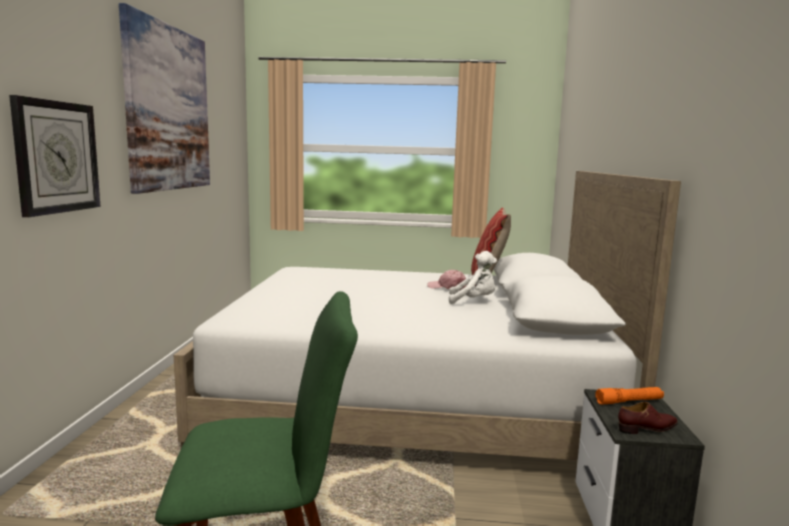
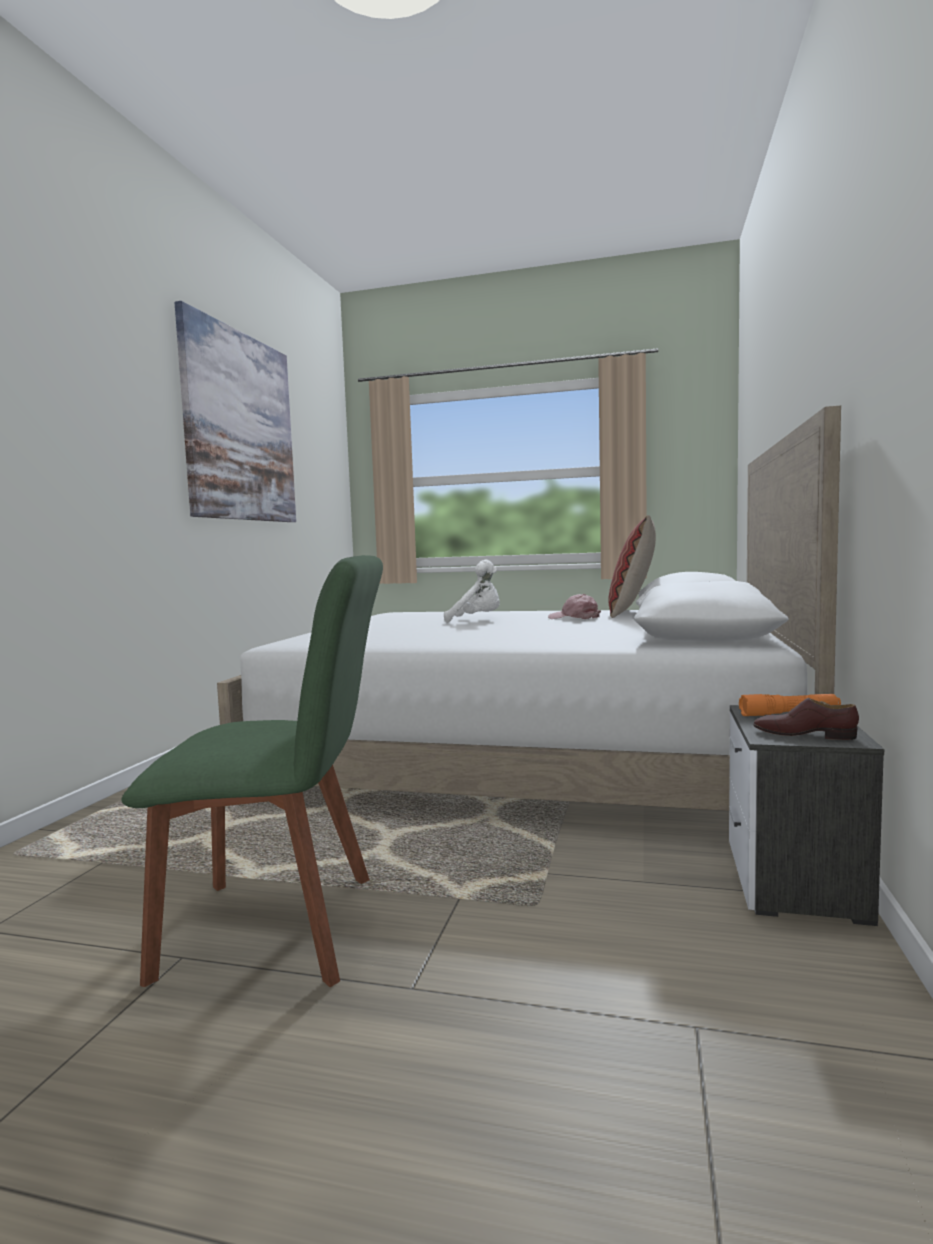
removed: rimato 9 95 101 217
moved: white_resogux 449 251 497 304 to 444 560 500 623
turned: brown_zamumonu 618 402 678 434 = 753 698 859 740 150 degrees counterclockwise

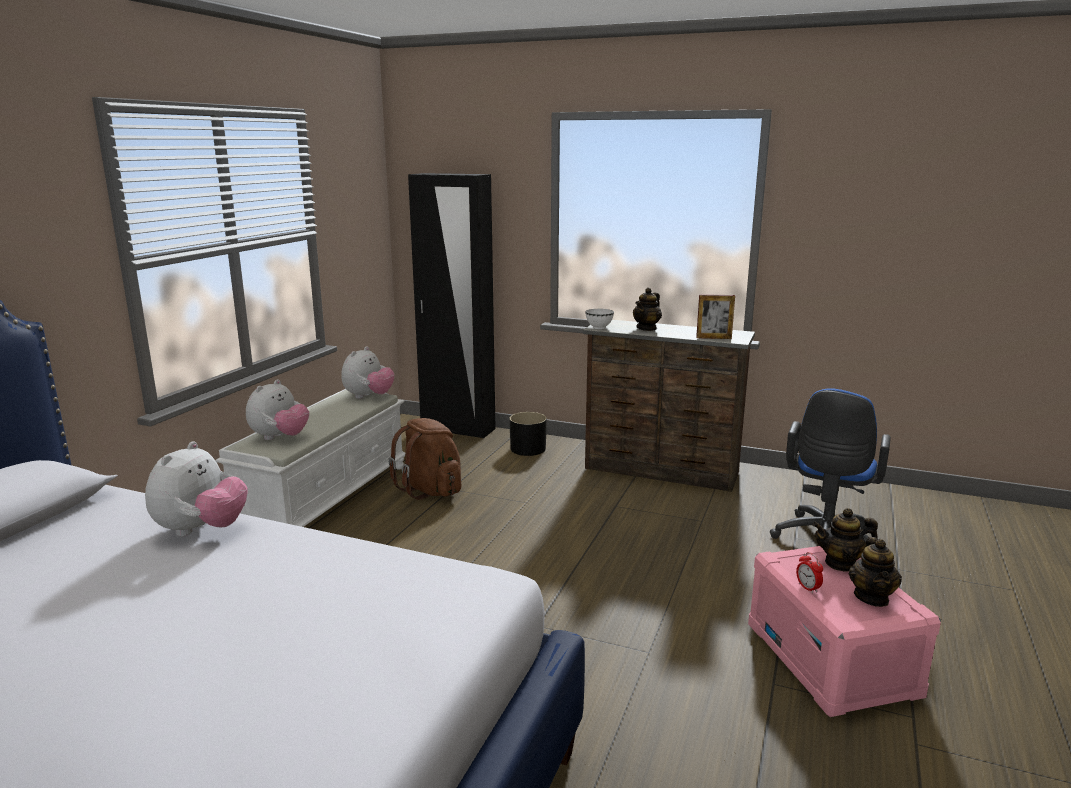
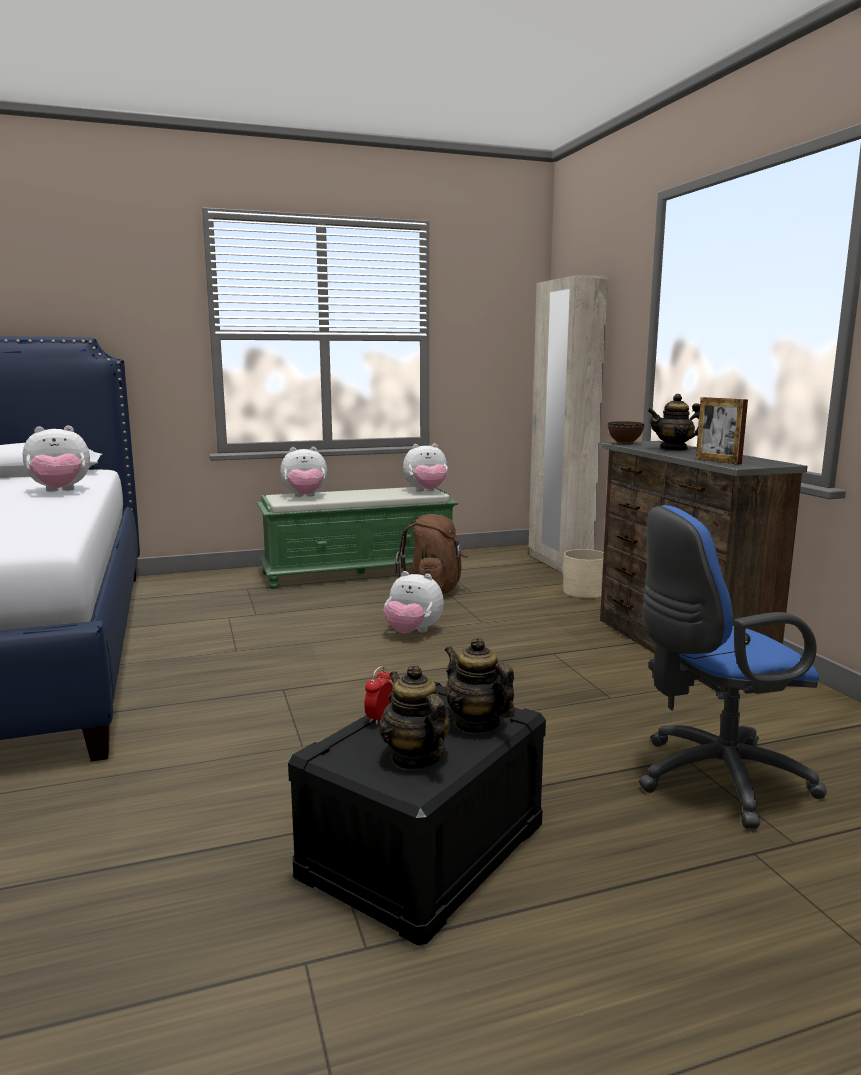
added: resogux 384 571 444 633
recoloured: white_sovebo 215 389 405 527 to green_sovebo 257 487 458 589; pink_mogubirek 748 546 941 717 to black_mogubirek 288 682 546 947; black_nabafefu 408 173 496 438 to beige_nabafefu 529 275 608 573; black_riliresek 510 412 547 456 to beige_riliresek 563 549 604 598; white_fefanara 585 309 614 329 to brown_fefanara 608 421 645 444
turned: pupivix 849 537 902 607 = 379 664 450 770 90 degrees clockwise

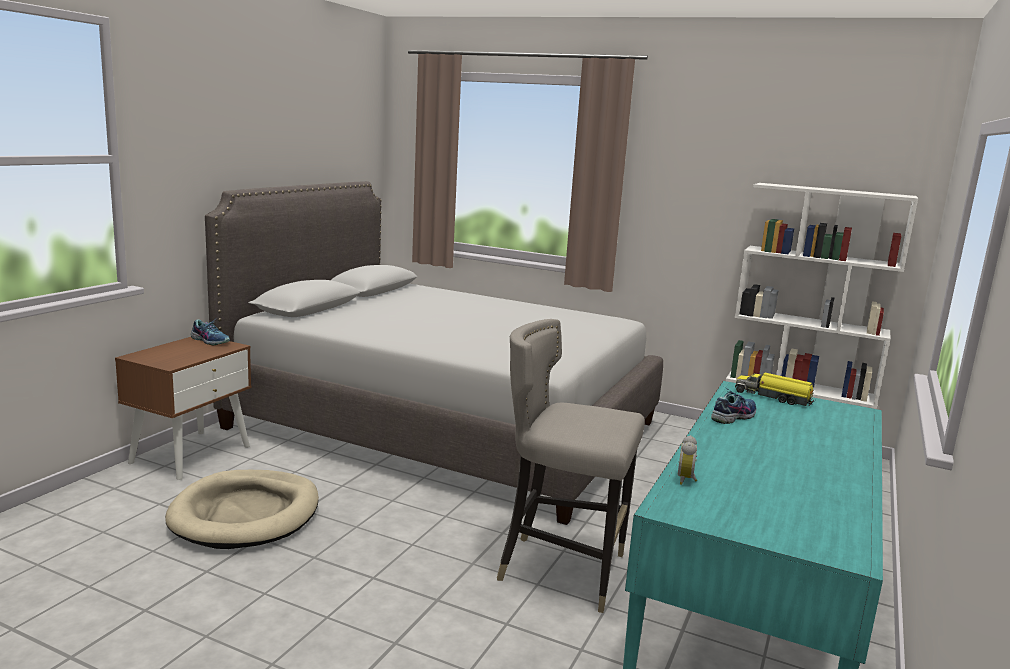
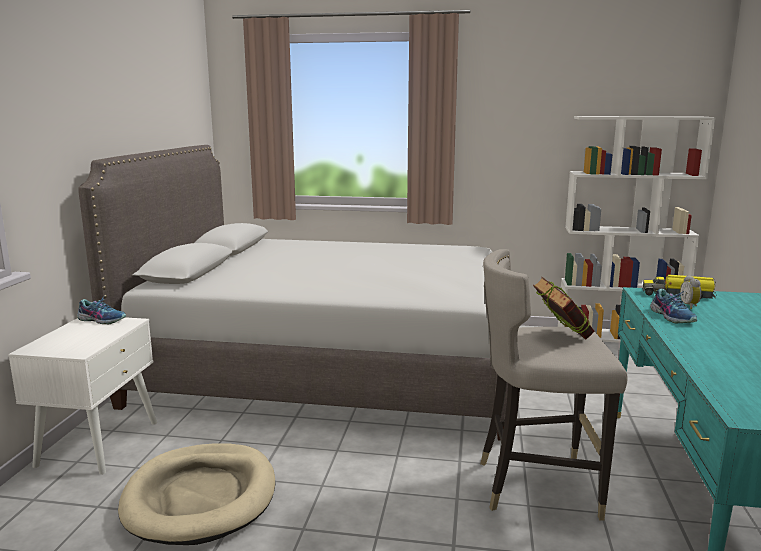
added: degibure 533 277 594 340
moved: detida 678 435 697 485 to 680 275 702 309
recoloured: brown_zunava 115 337 252 480 to white_zunava 8 317 157 475
turned: zamumonu 711 387 757 424 = 650 289 697 323 135 degrees clockwise

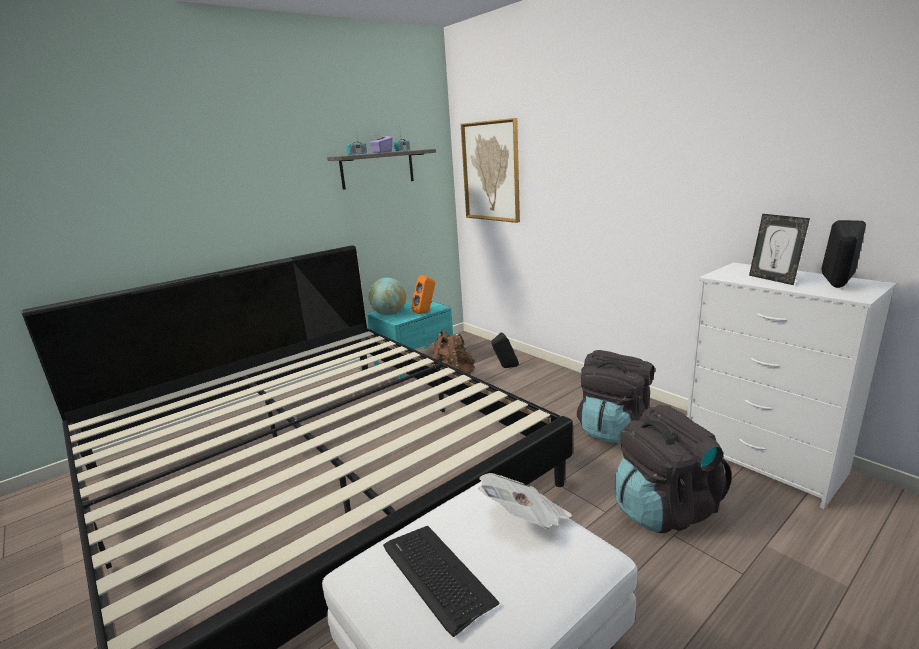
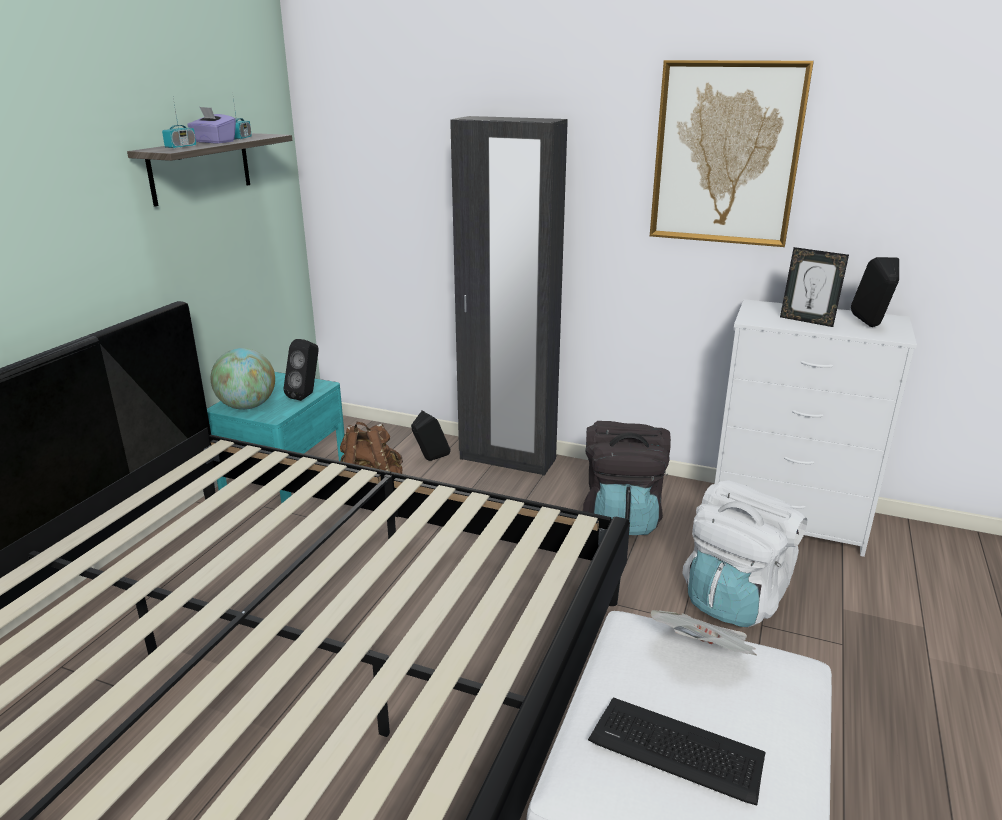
added: black_nabafefu 450 116 568 476
moved: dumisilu 461 118 520 223 to 650 60 814 247
recoloured: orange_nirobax 411 275 435 314 to black_nirobax 283 339 319 401; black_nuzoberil 615 405 732 533 to white_nuzoberil 682 480 807 627

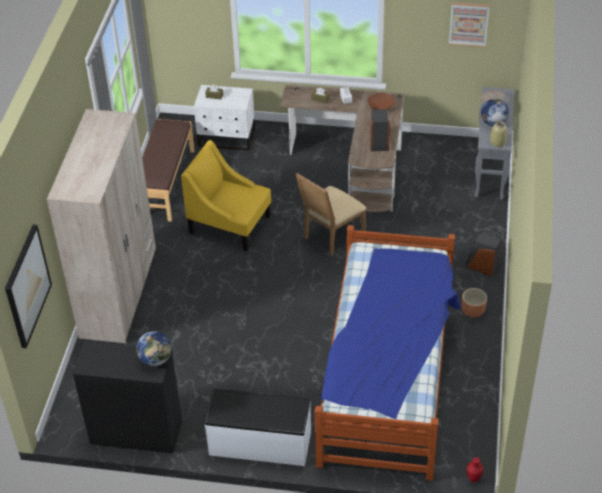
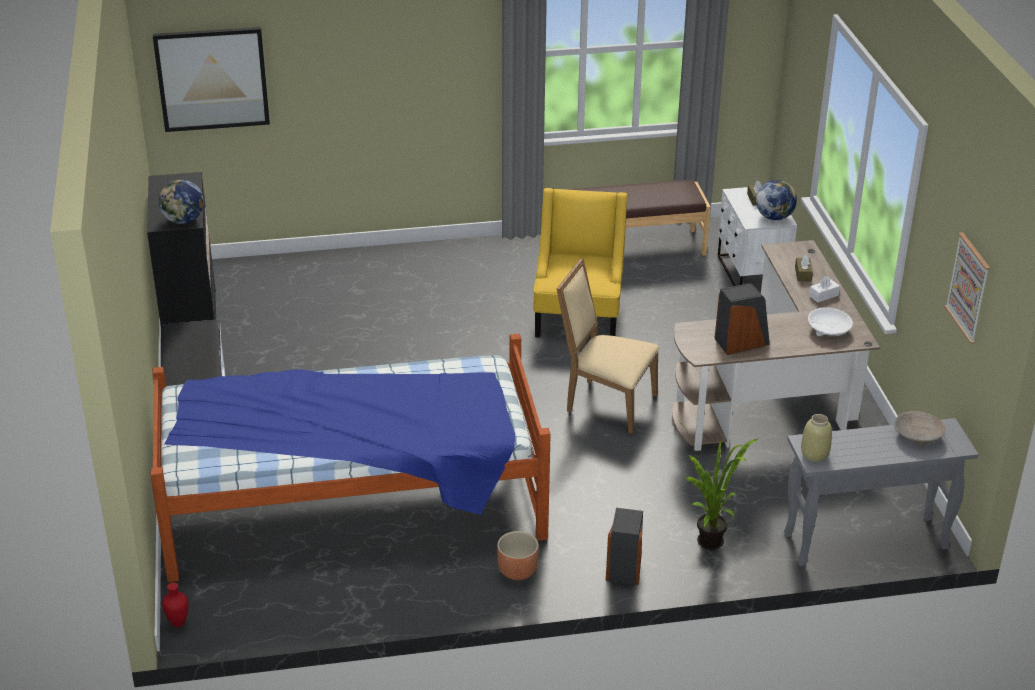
removed: beige_nabafefu 47 109 156 343
added: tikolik 679 422 758 550
moved: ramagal 481 99 509 126 to 756 180 797 220
recoloured: brown_fefanara 367 93 394 110 to white_fefanara 808 307 853 336

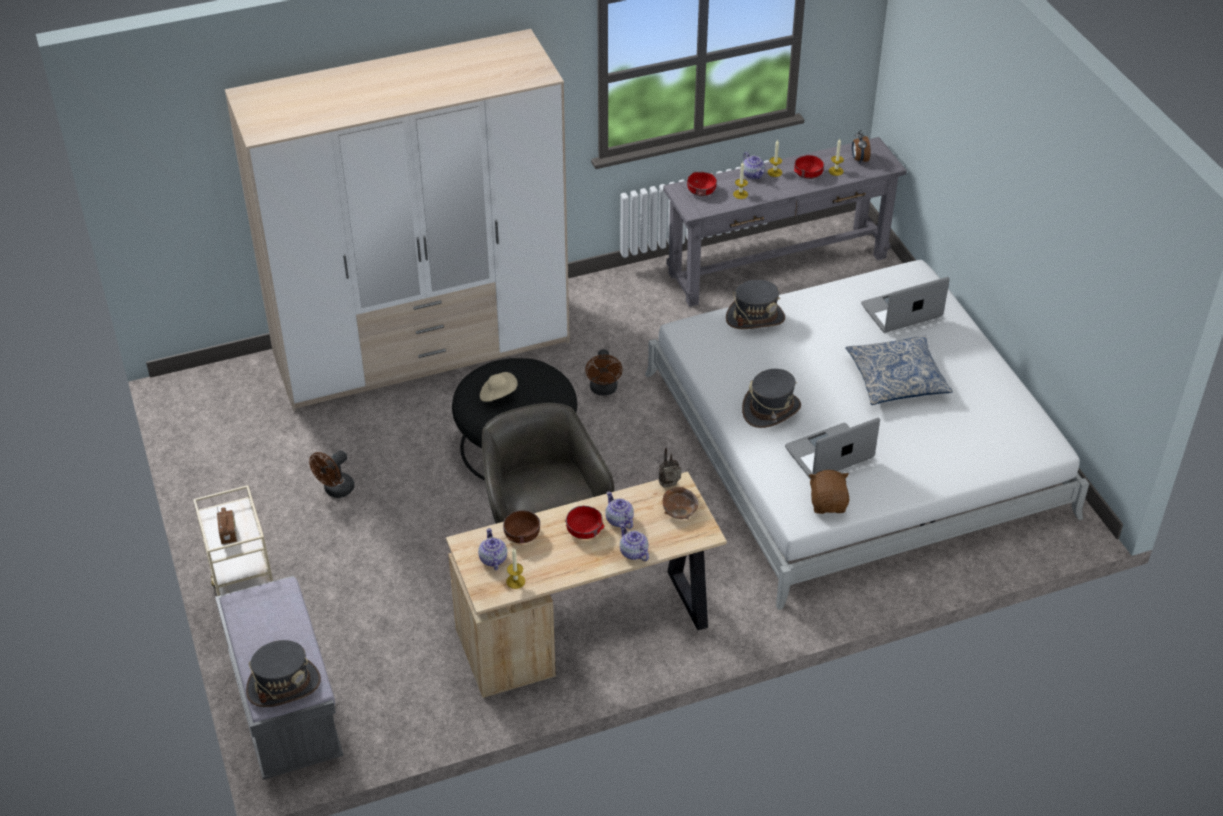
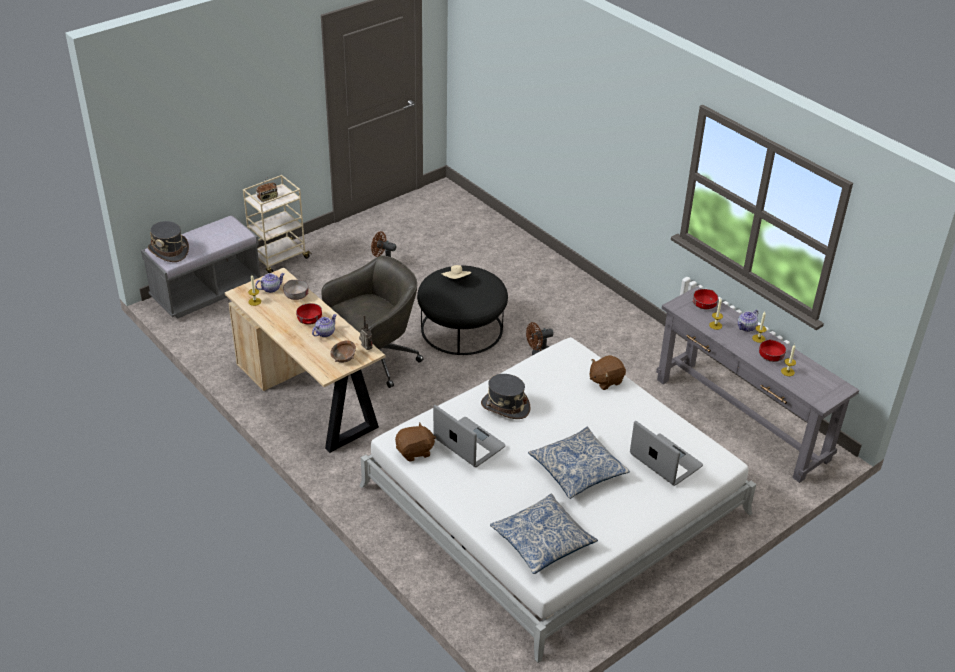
removed: nabafefu 225 29 570 411; pupivix 620 524 649 561; detida 852 130 870 163
added: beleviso 490 494 598 574
replaced: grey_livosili 726 280 785 329 to brown_resogux 590 355 626 390
recoloured: brown_fefanara 503 510 540 543 to grey_fefanara 283 280 309 300

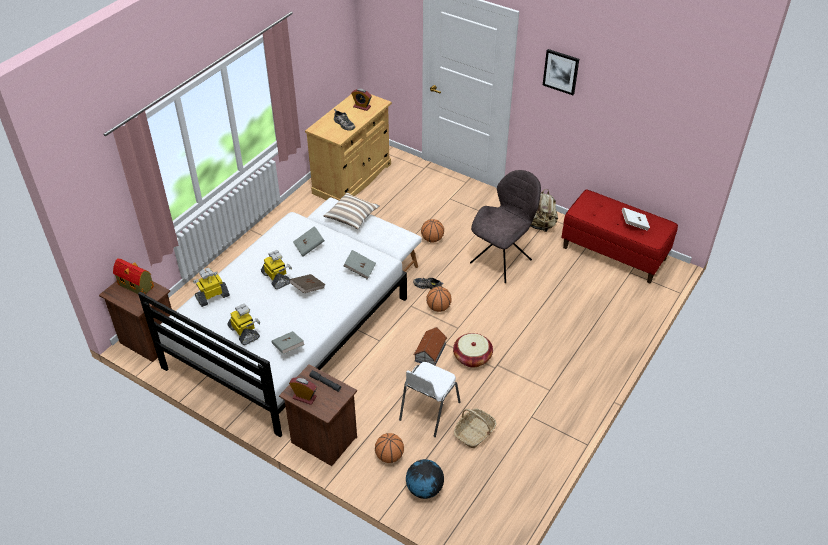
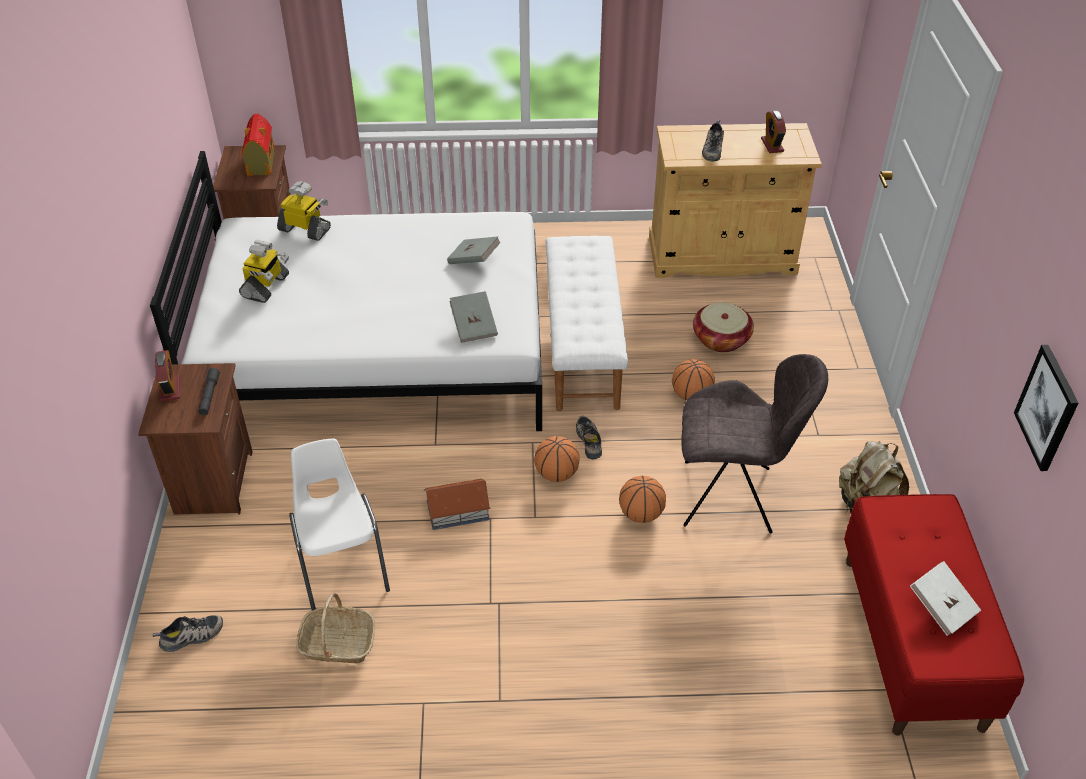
removed: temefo 261 250 292 289; grey_degibure 272 331 305 354; brown_degibure 289 274 326 293; beleviso 323 193 380 229
moved: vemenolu 375 433 404 463 to 619 476 666 523; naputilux 453 333 493 367 to 693 302 754 352; dumisilu 543 49 579 95 to 1014 345 1078 471
replaced: ramagal 406 459 444 499 to zamumonu 153 615 223 652
turned: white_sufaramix 399 362 461 437 = 289 438 390 610 75 degrees clockwise

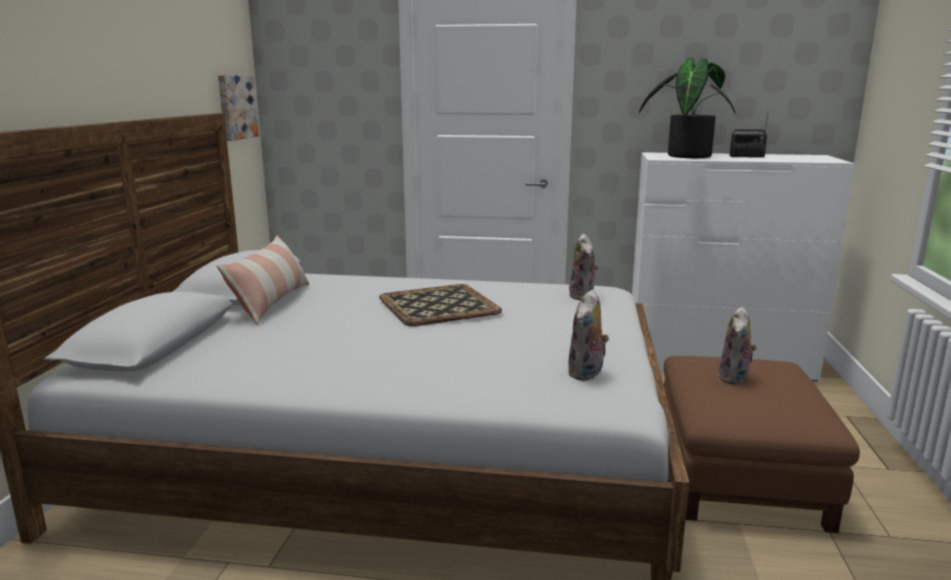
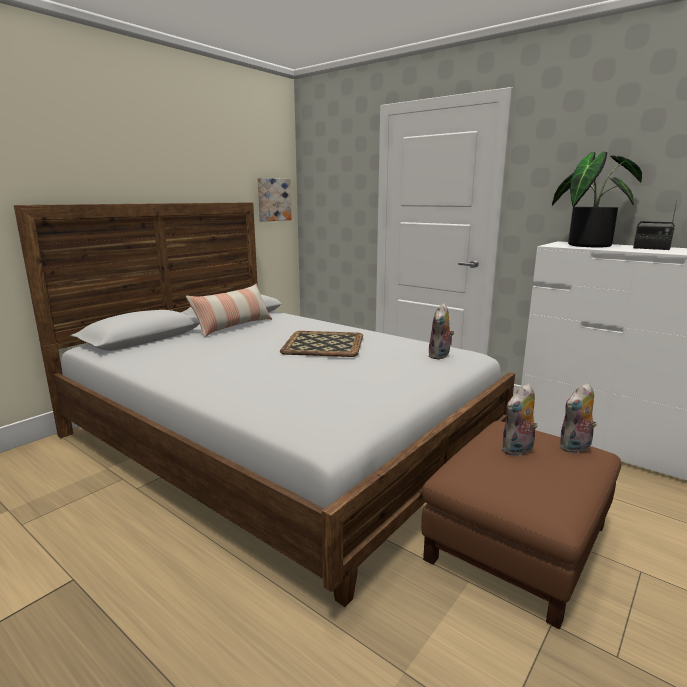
moved: resogux 568 289 609 381 to 559 383 597 454

